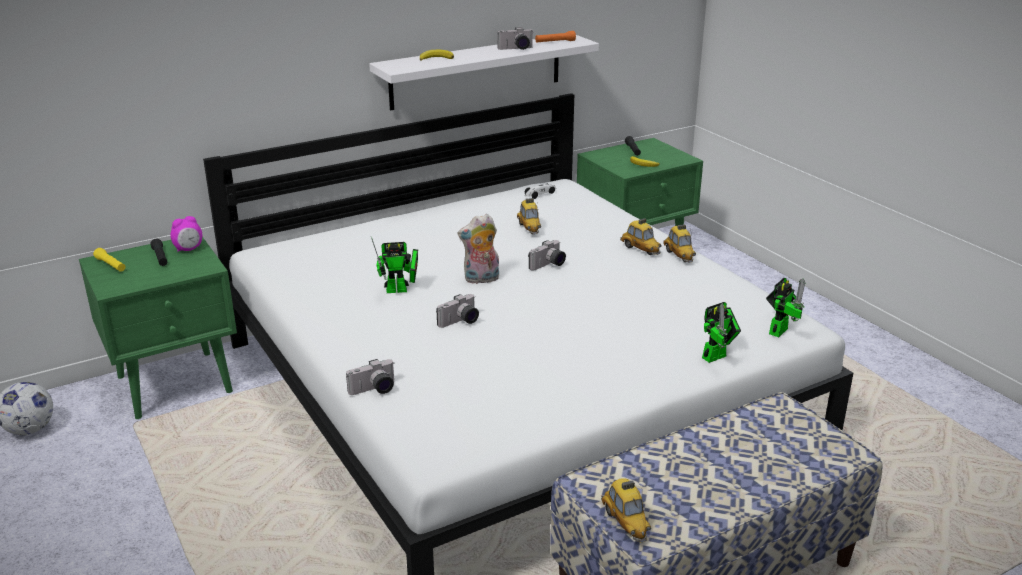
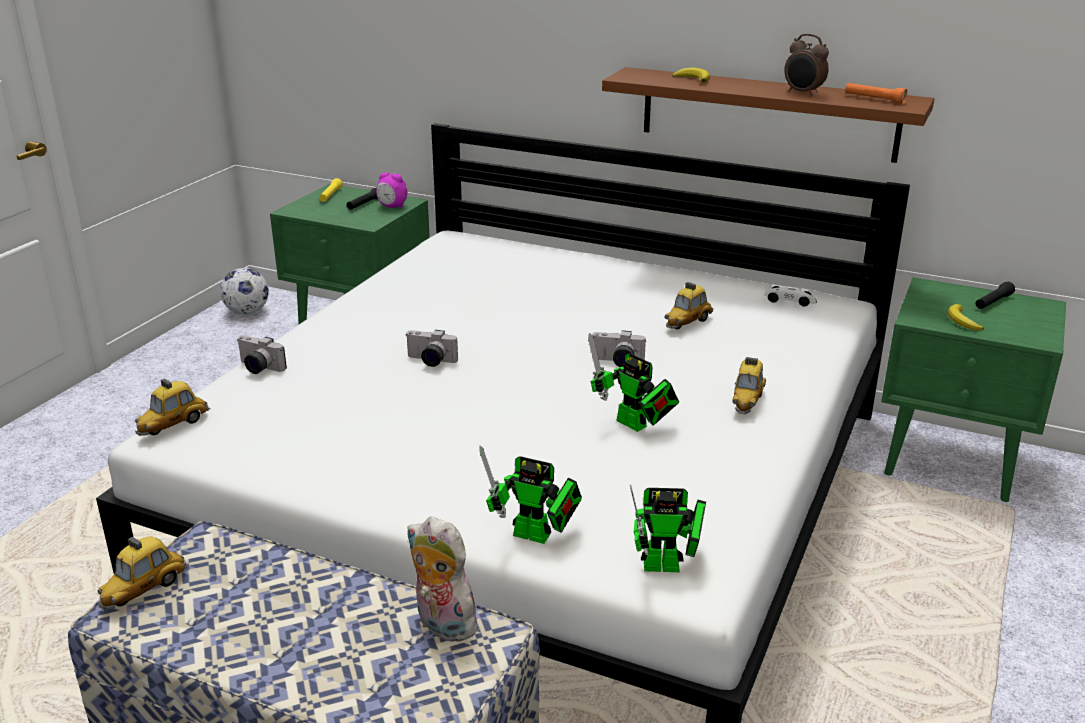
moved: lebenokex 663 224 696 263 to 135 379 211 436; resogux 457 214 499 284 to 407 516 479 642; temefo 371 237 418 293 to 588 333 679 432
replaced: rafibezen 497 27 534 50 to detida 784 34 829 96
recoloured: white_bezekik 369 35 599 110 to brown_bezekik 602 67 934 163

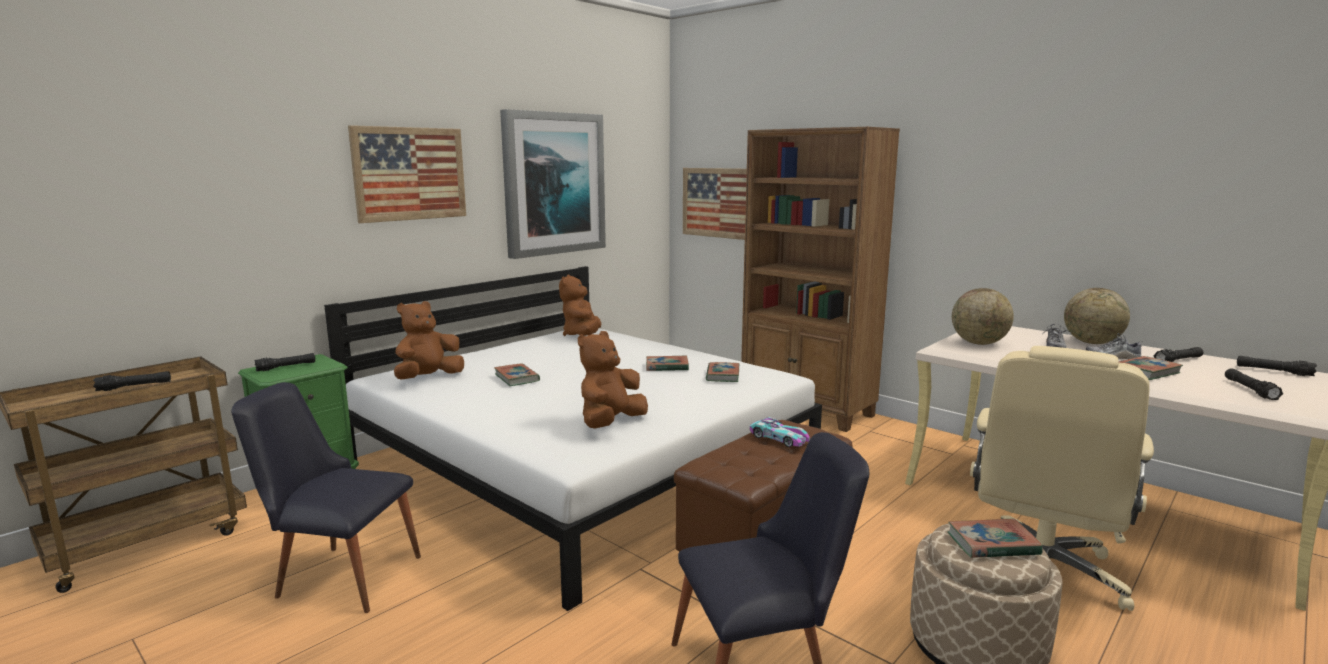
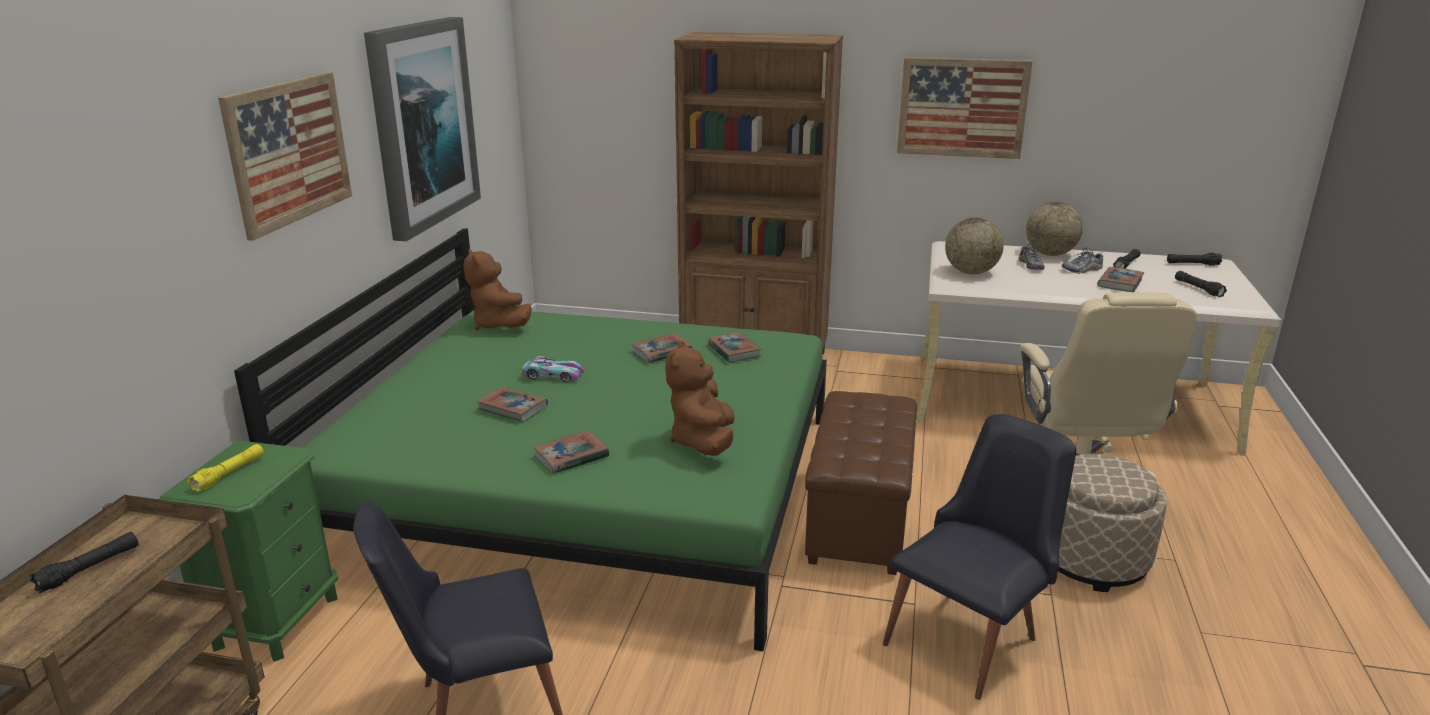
removed: brown_resogux 394 301 464 380
moved: lebenokex 750 417 810 447 to 522 356 584 382; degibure 948 519 1043 558 to 533 430 609 474; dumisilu 683 168 747 240 to 897 57 1033 159
recoloured: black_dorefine 254 353 315 371 to yellow_dorefine 187 444 264 492; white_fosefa 324 266 822 611 to green_fosefa 234 228 827 651

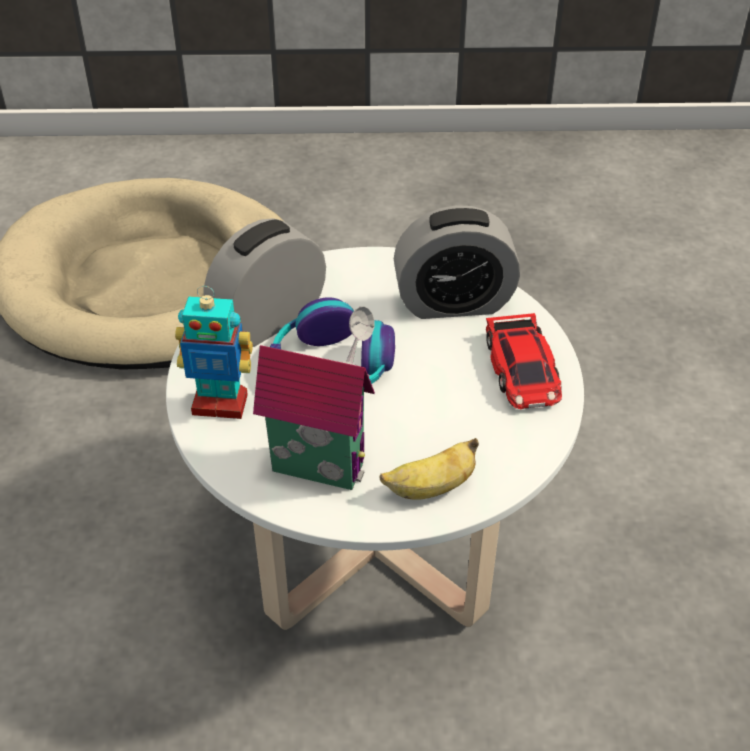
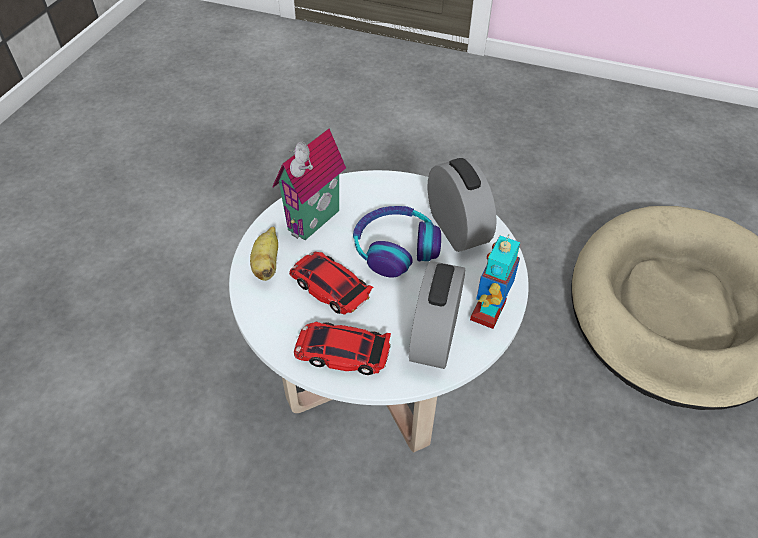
added: lebenokex 289 252 373 315
moved: temefo 175 286 253 419 to 470 234 520 329

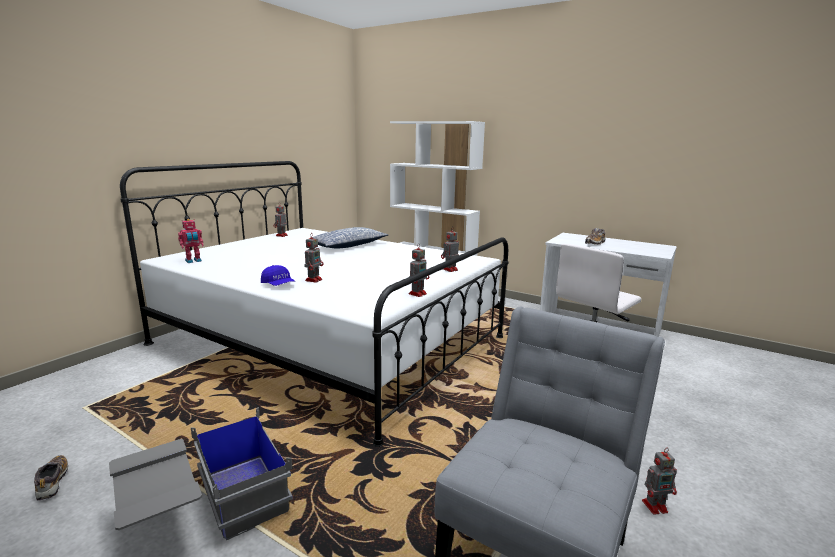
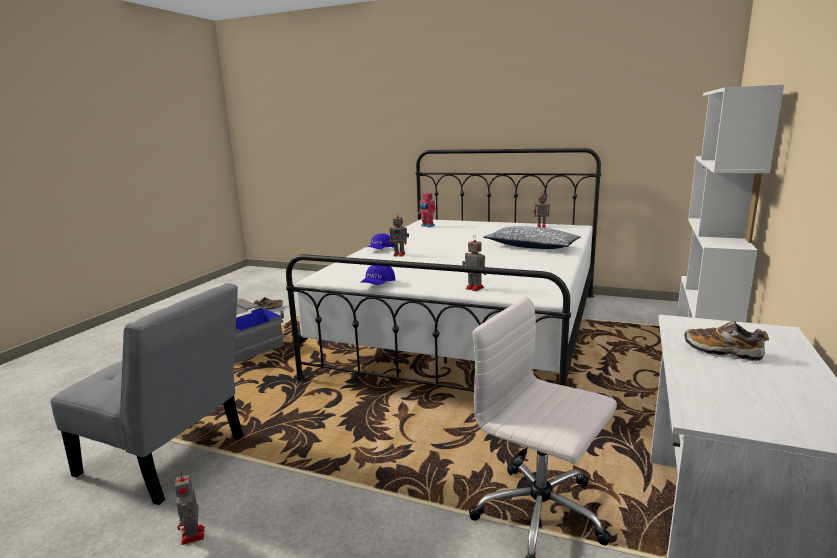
replaced: temefo 409 243 429 297 to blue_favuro 360 265 395 285

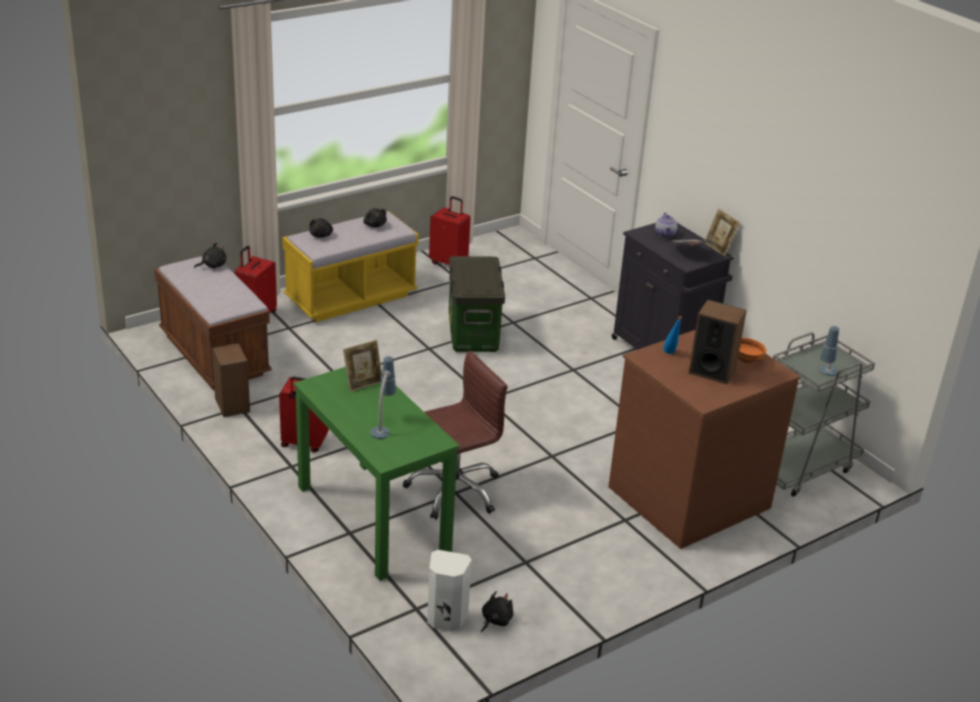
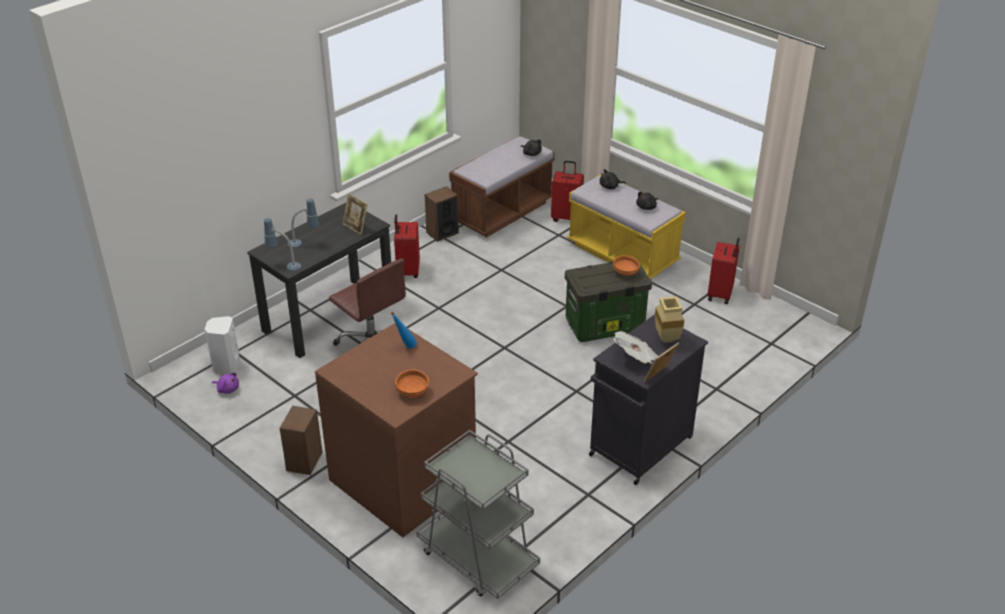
added: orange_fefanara 613 255 640 276
moved: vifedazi 820 326 839 376 to 264 218 301 271; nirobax 689 300 747 384 to 280 406 322 475
replaced: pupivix 655 213 677 238 to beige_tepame 655 296 684 343
recoloured: black_resogux 481 591 513 633 to purple_resogux 212 372 239 394; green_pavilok 293 367 460 581 to black_pavilok 247 203 391 358

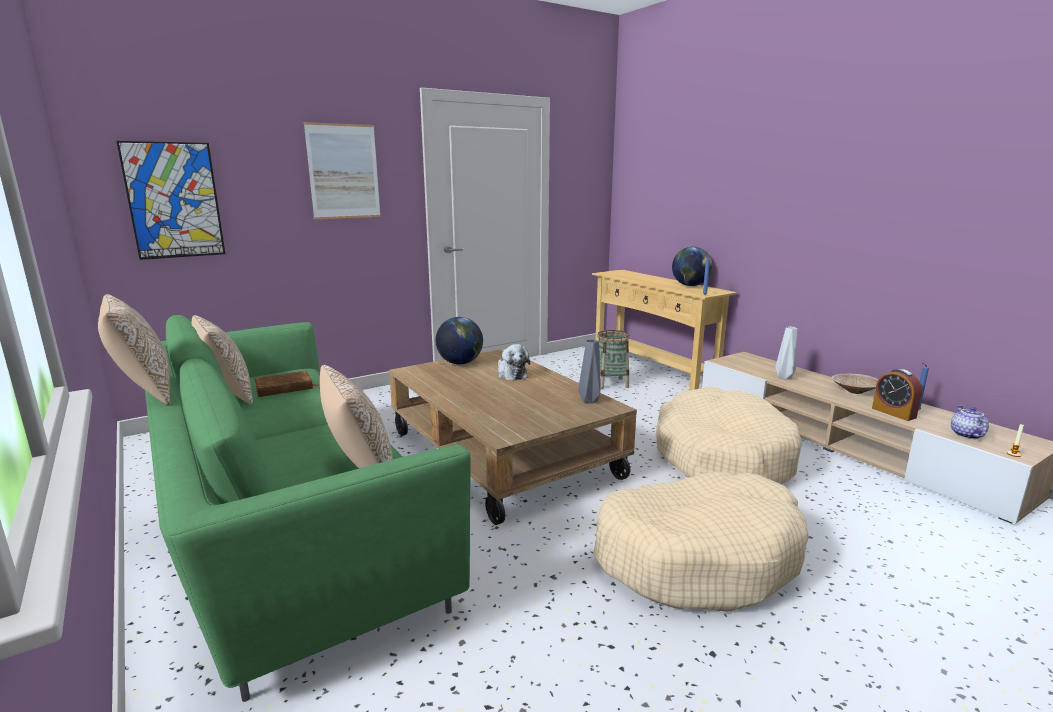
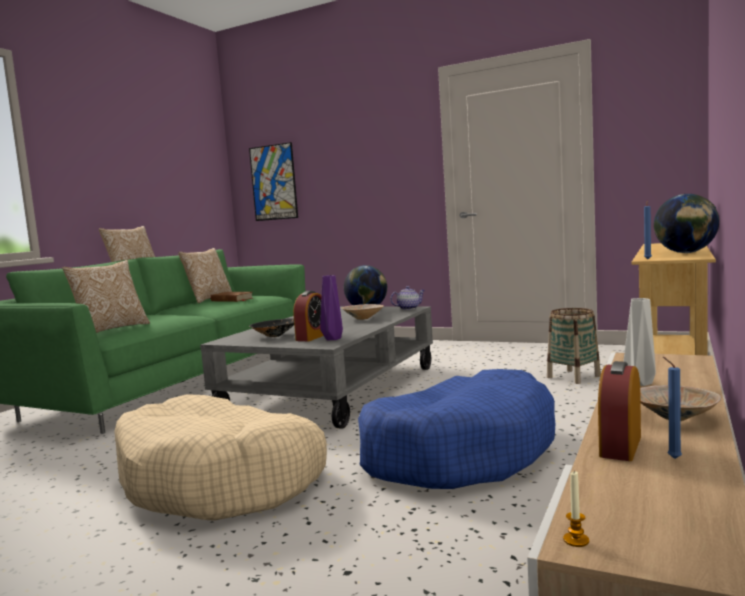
removed: dumisilu 304 122 381 219
added: black_fefanara 249 318 294 337; detida 293 291 324 341
moved: pupivix 951 405 989 439 to 390 286 425 310
replaced: resogux 498 344 530 381 to beige_fefanara 342 304 384 320
recoloured: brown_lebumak 389 349 637 525 to grey_lebumak 200 306 433 429; grey_tepame 578 339 601 404 to purple_tepame 320 275 343 340; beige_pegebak 656 387 802 484 to blue_pegebak 358 369 555 489

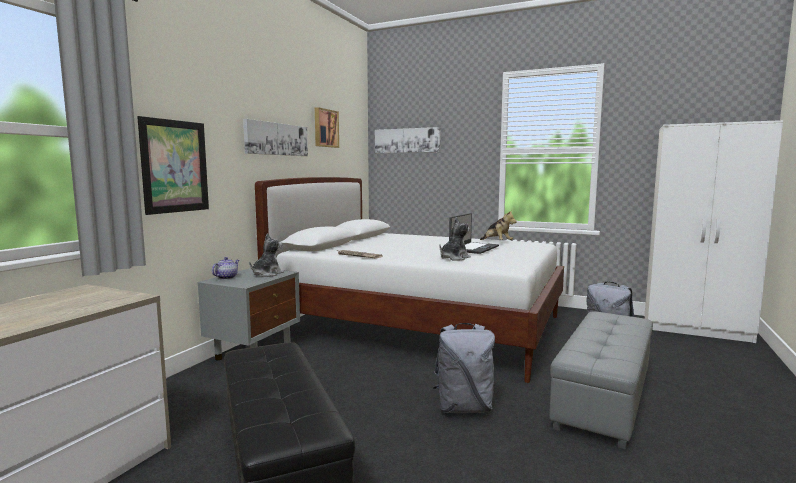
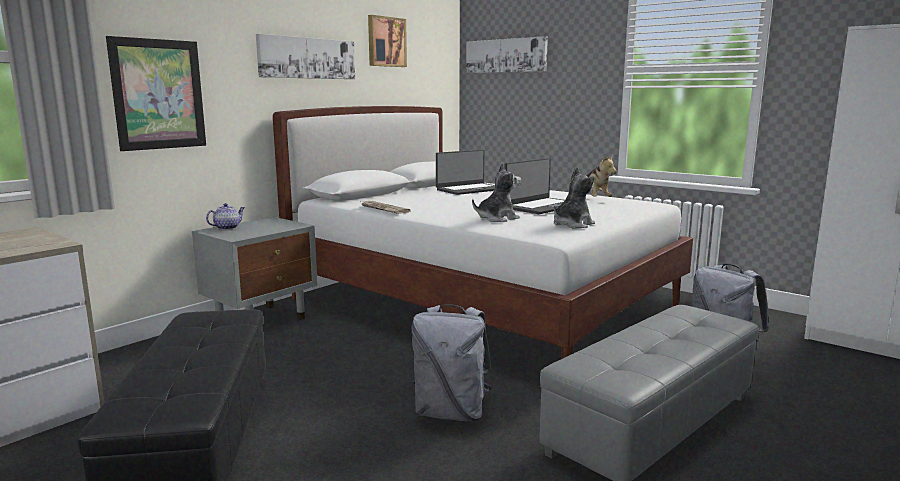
added: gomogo 436 150 495 195
moved: resogux 249 233 284 277 to 554 167 595 228

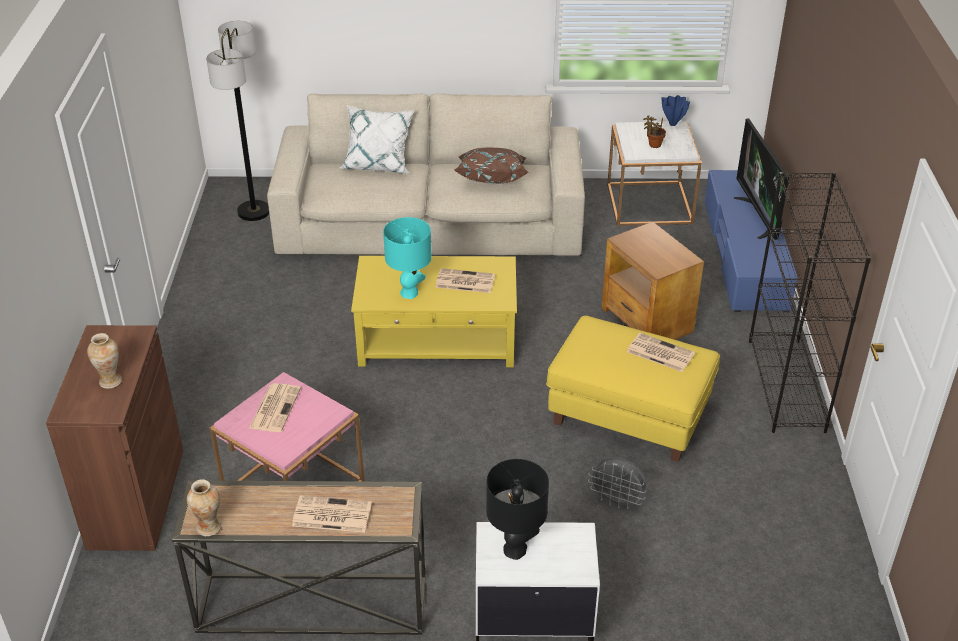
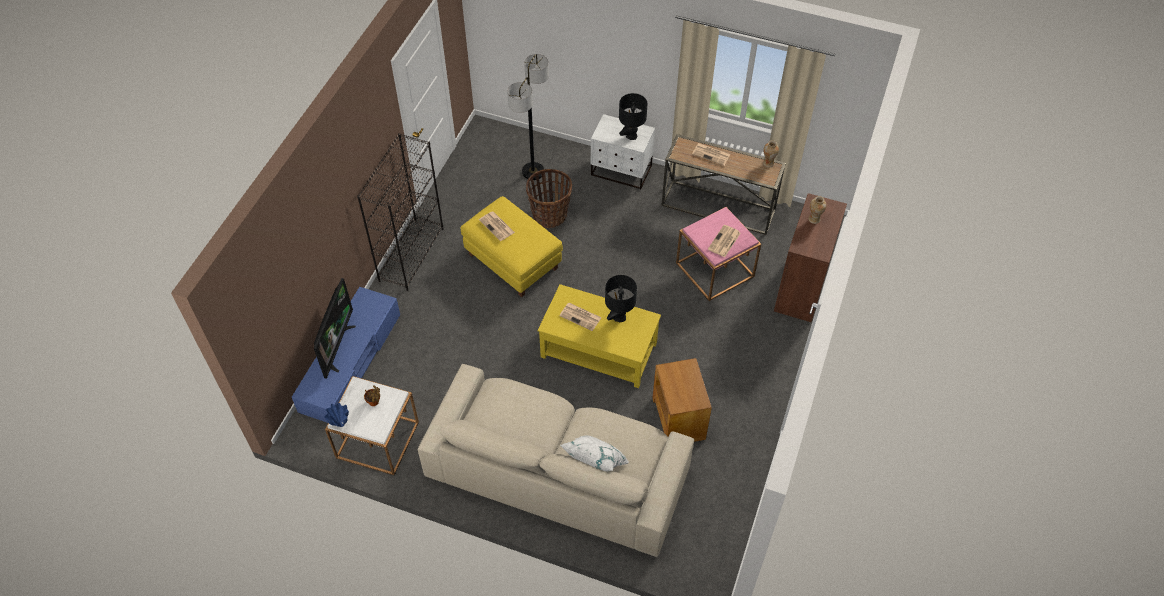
removed: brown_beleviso 454 148 529 183
moved: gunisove 206 21 269 221 to 507 54 549 180; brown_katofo 602 222 704 340 to 653 358 712 442
replaced: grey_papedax 588 457 646 509 to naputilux 526 169 572 228
recoloured: turquoise_vifedazi 383 217 432 299 to black_vifedazi 605 275 637 322

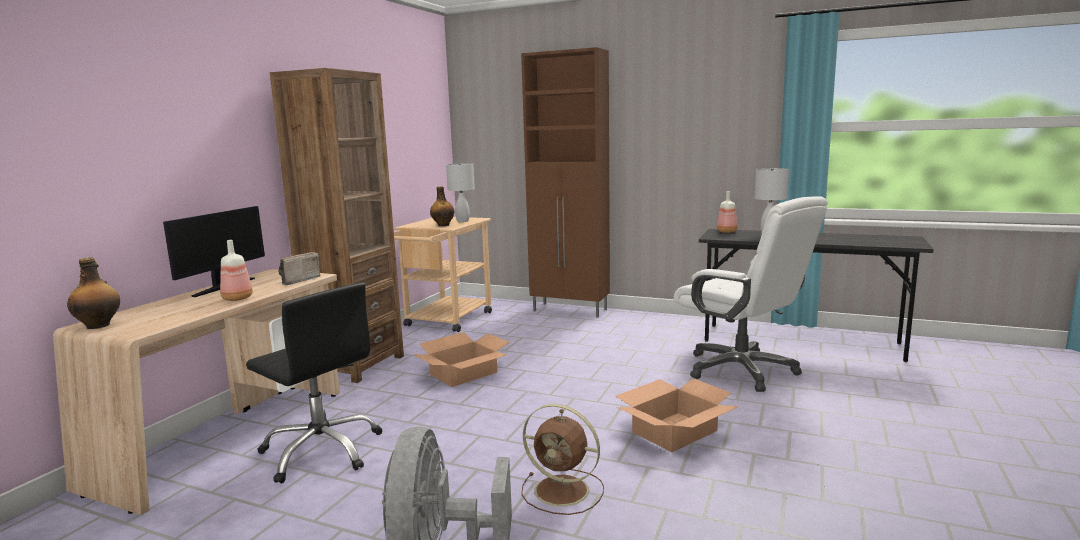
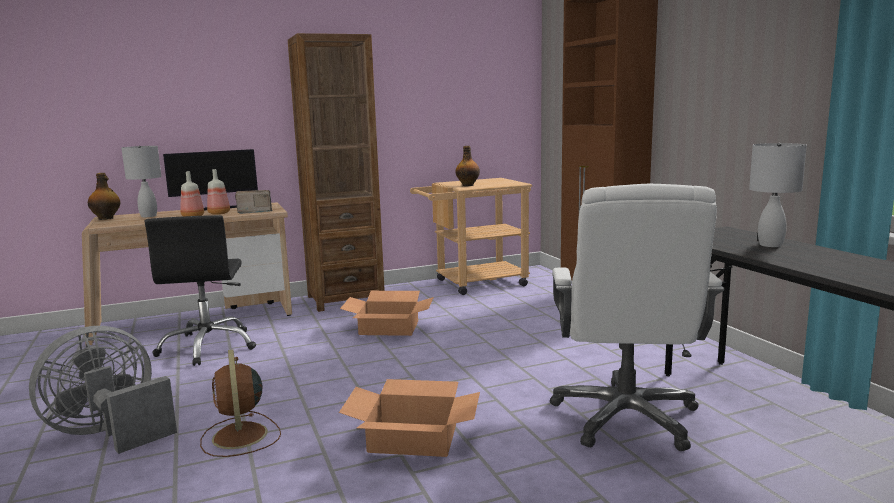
moved: white_vifedazi 446 163 475 222 to 121 146 162 217; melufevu 717 191 737 233 to 207 169 230 215

